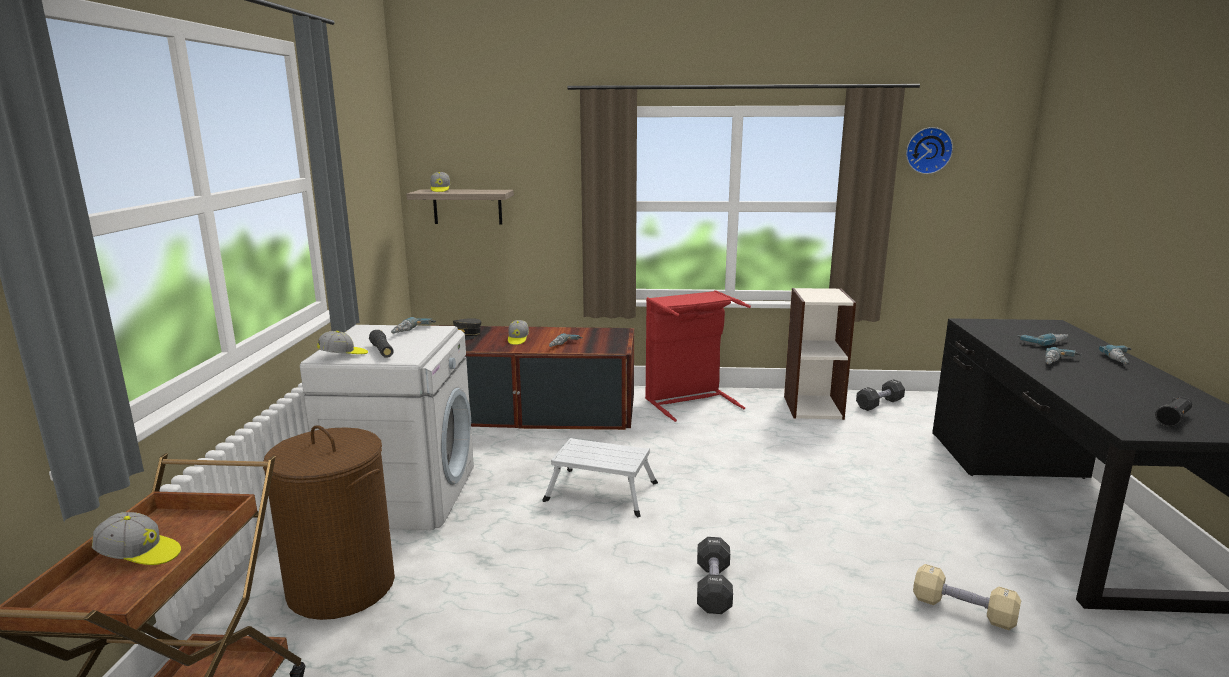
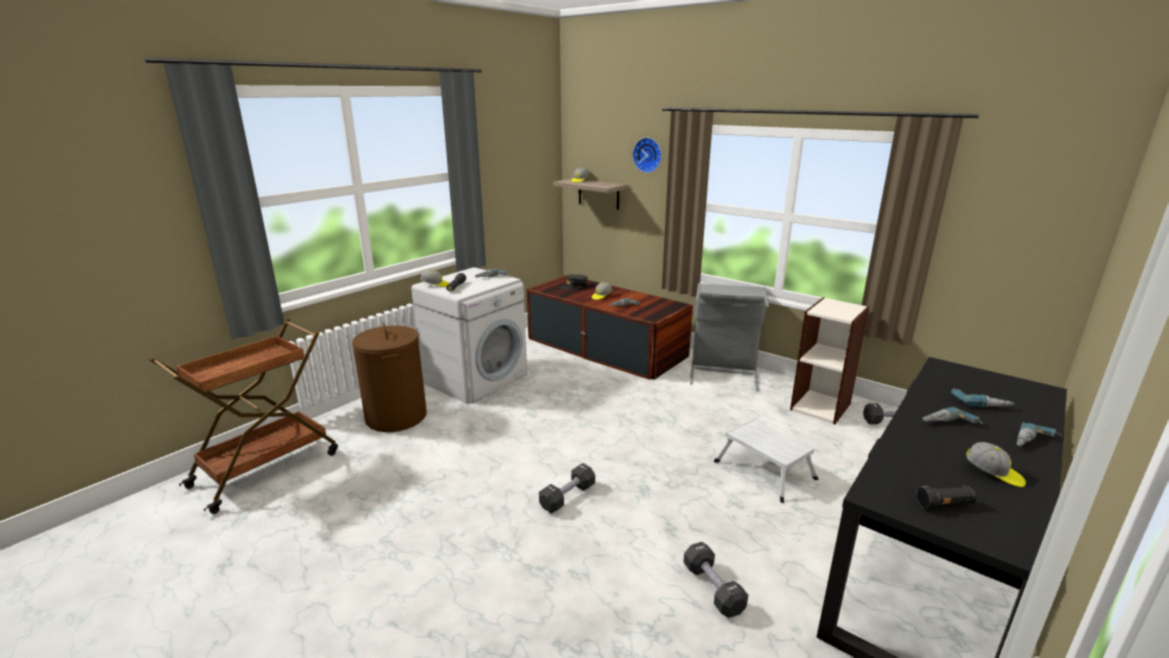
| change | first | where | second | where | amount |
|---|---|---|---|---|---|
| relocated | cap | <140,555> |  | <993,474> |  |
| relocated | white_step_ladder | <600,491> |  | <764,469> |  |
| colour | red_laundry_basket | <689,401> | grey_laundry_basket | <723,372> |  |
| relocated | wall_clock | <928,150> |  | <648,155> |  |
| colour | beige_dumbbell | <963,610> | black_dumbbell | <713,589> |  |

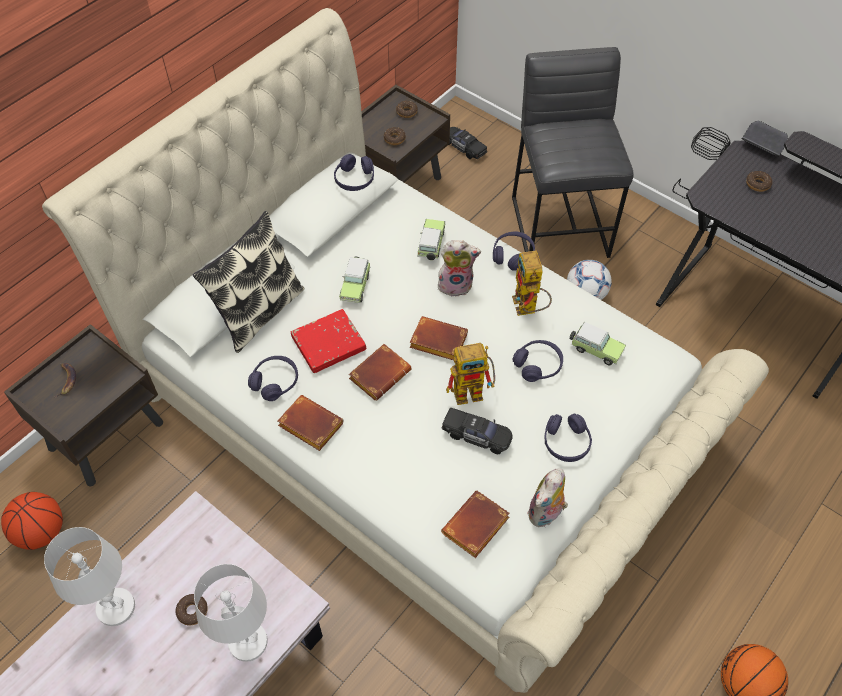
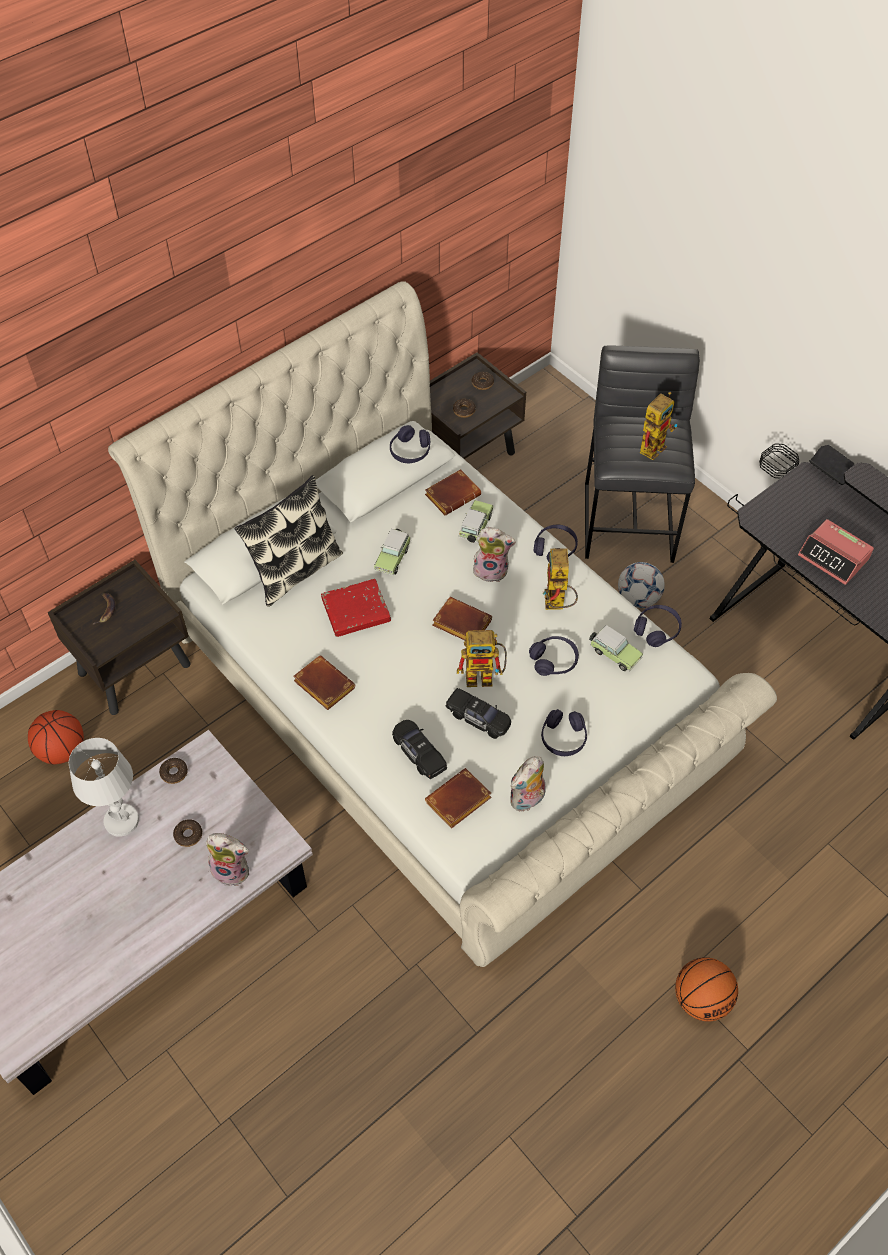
| change | first | where | second | where | amount |
|---|---|---|---|---|---|
| exchanged | white_table_lamp | <247,642> | plush_toy | <232,869> |  |
| relocated | purple_headphones | <275,382> |  | <657,630> |  |
| relocated | brown_book | <380,373> |  | <453,494> |  |
| relocated | black_toy_car | <464,148> |  | <419,753> |  |
| relocated | donut | <757,184> |  | <174,773> |  |
| appeared |  |  | toy_robot | <654,445> |  |
| appeared |  |  | alarm_clock | <834,557> |  |

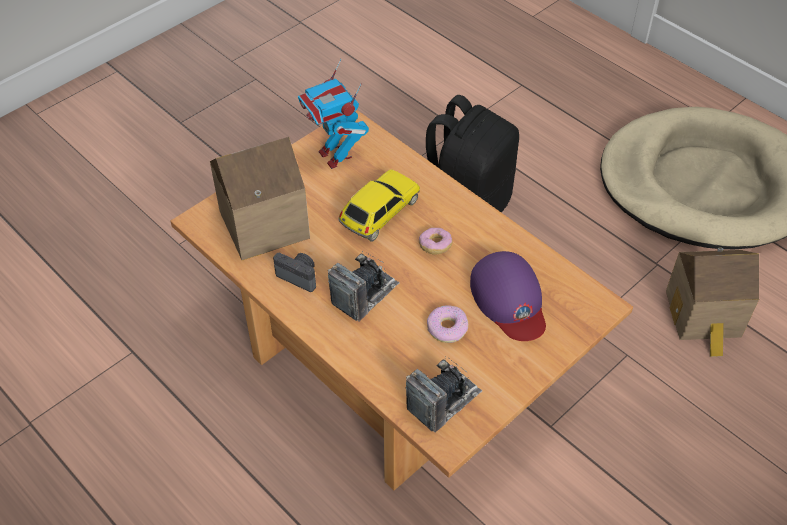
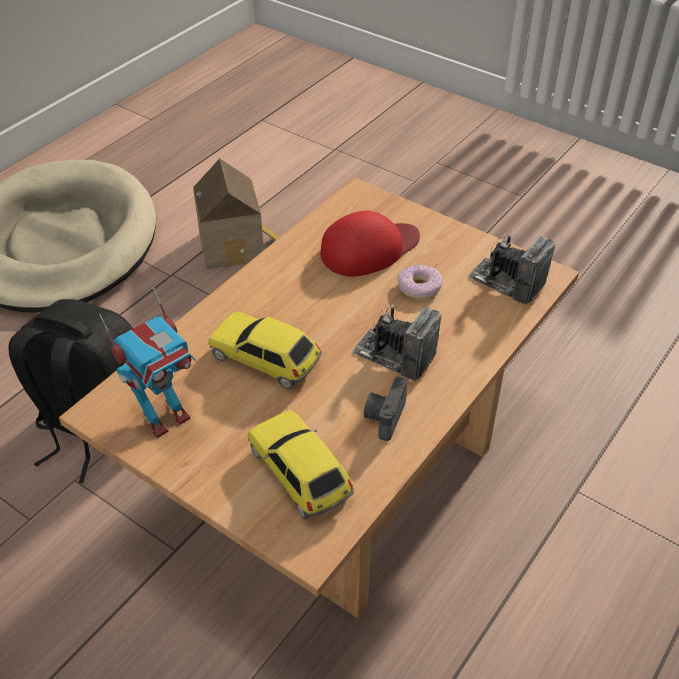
| change | first | where | second | where | amount |
|---|---|---|---|---|---|
| exchanged | toy_house | <261,222> | toy_car | <300,474> |  |
| missing | donut | <435,246> |  |  |  |
| colour | purple_cap | <509,300> | red_cap | <369,249> |  |

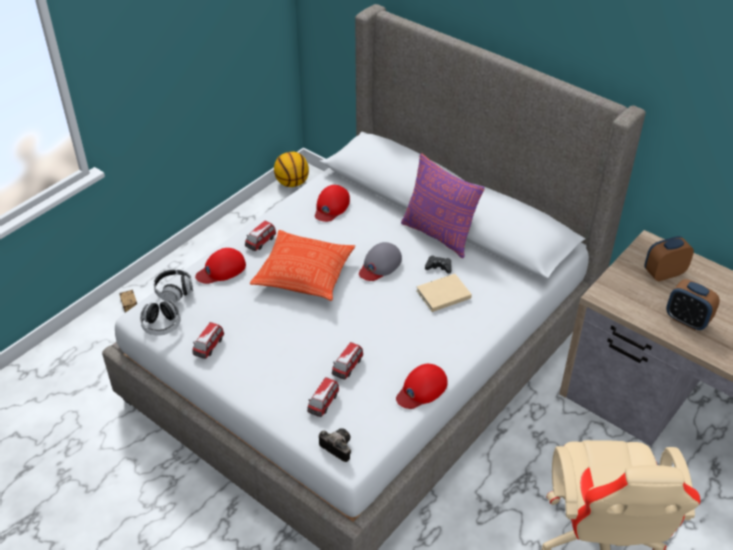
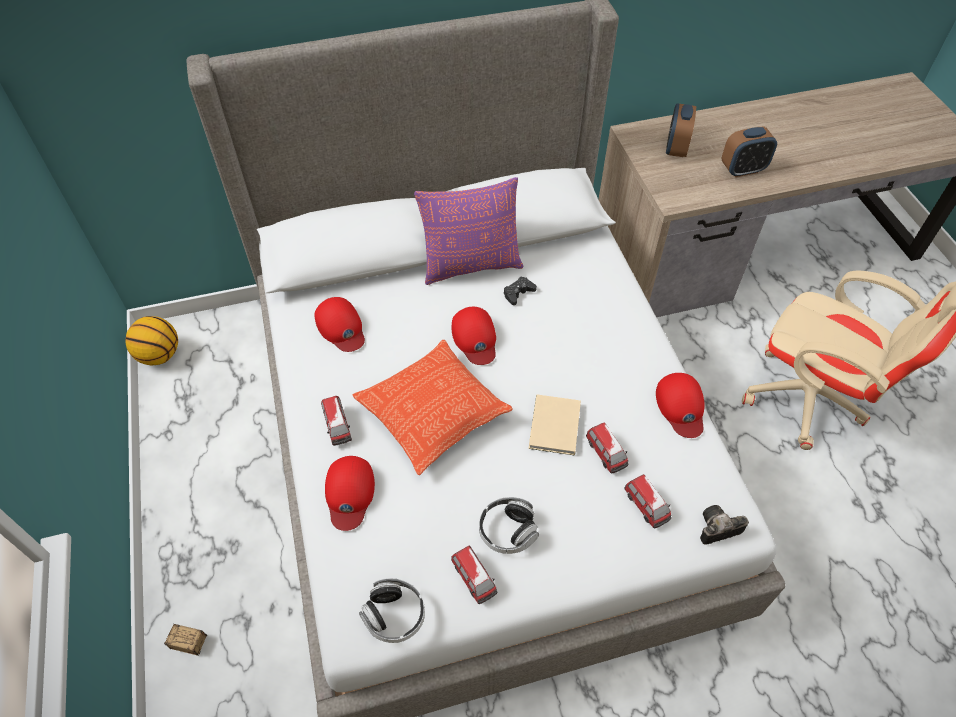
| change | first | where | second | where | amount |
|---|---|---|---|---|---|
| relocated | headphones | <174,291> |  | <507,531> |  |
| colour | grey_cap | <379,265> | red_cap | <475,338> |  |
| relocated | beige_book | <442,294> |  | <553,427> |  |

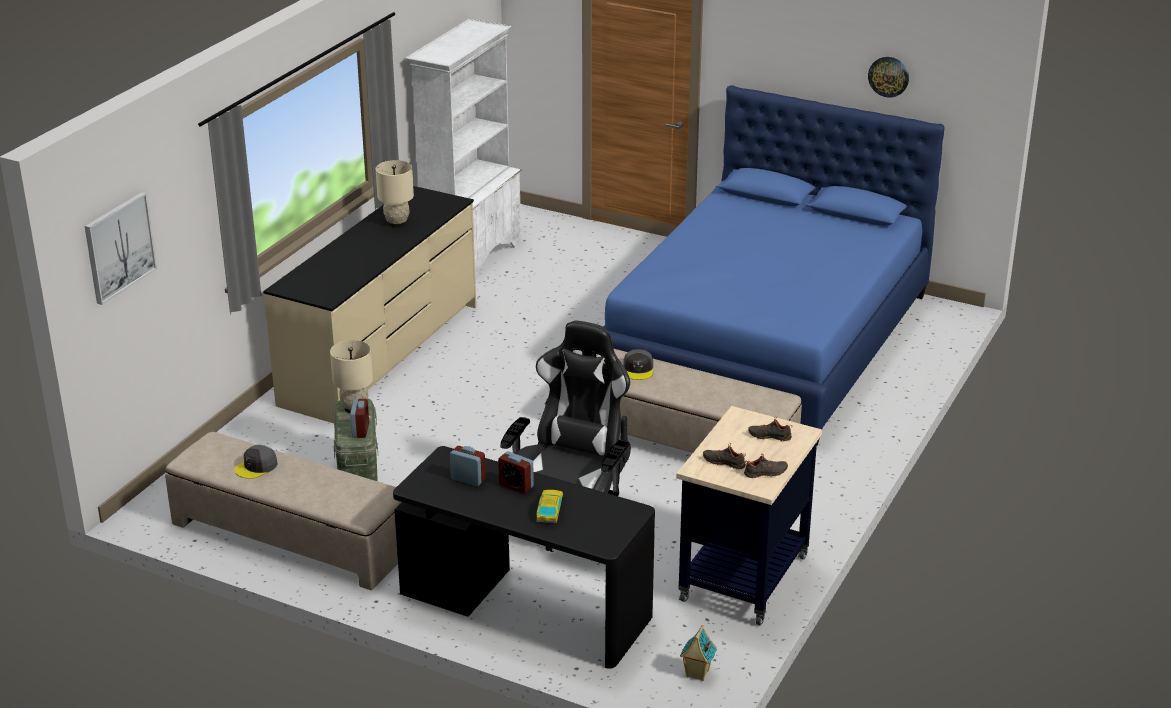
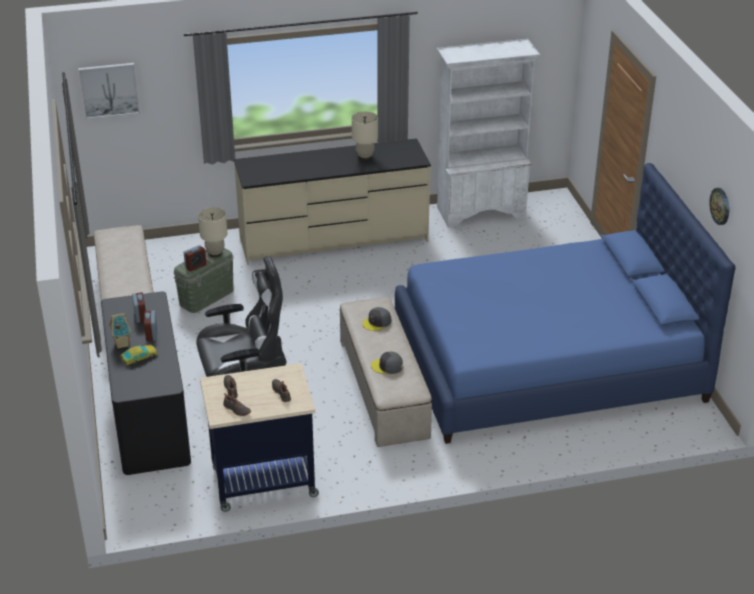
| change | first | where | second | where | amount |
|---|---|---|---|---|---|
| relocated | grey_cap | <256,467> |  | <387,366> |  |
| relocated | toy_house | <696,674> |  | <121,344> |  |

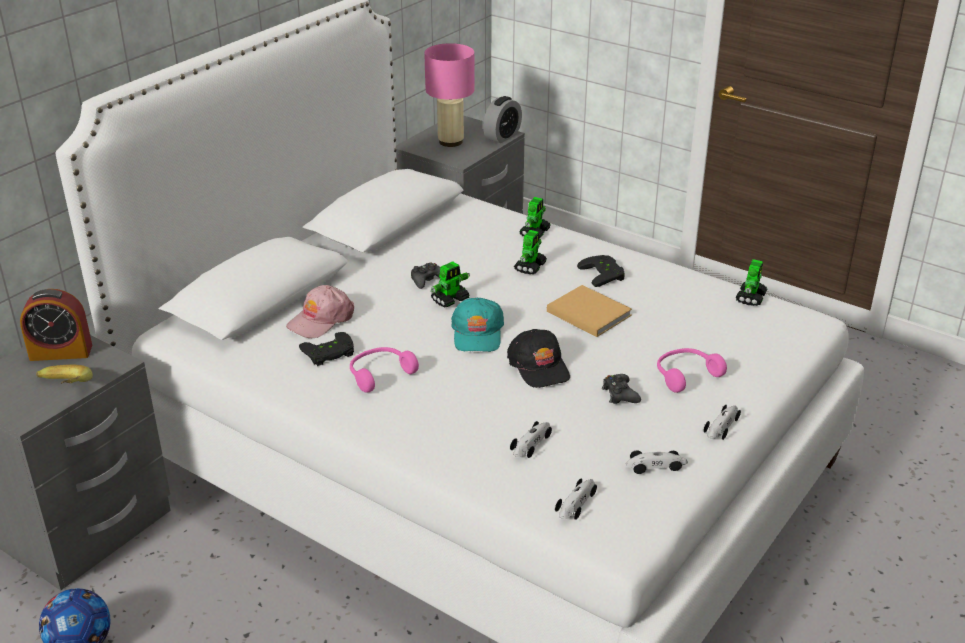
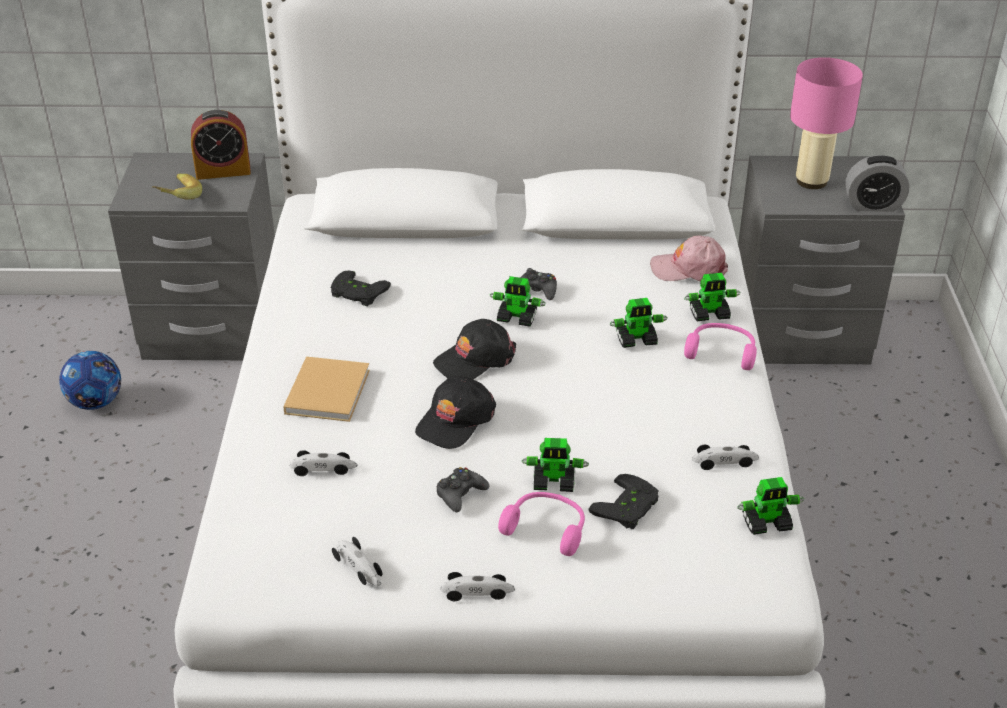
| change | first | where | second | where | amount |
|---|---|---|---|---|---|
| spun | alarm_clock | <61,352> |  | <223,171> | 60 degrees counterclockwise |
| relocated | pink_cap | <321,320> |  | <689,269> |  |
| relocated | pink_headphones | <379,374> |  | <721,352> |  |
| colour | turquoise_cap | <477,333> | black_cap | <475,359> |  |
| relocated | beige_book | <587,312> |  | <328,390> |  |
| relocated | toy_car | <577,502> |  | <725,461> |  |
| relocated | black_game_controller | <604,274> |  | <629,508> |  |
| appeared |  |  | toy_robot | <554,482> |  |

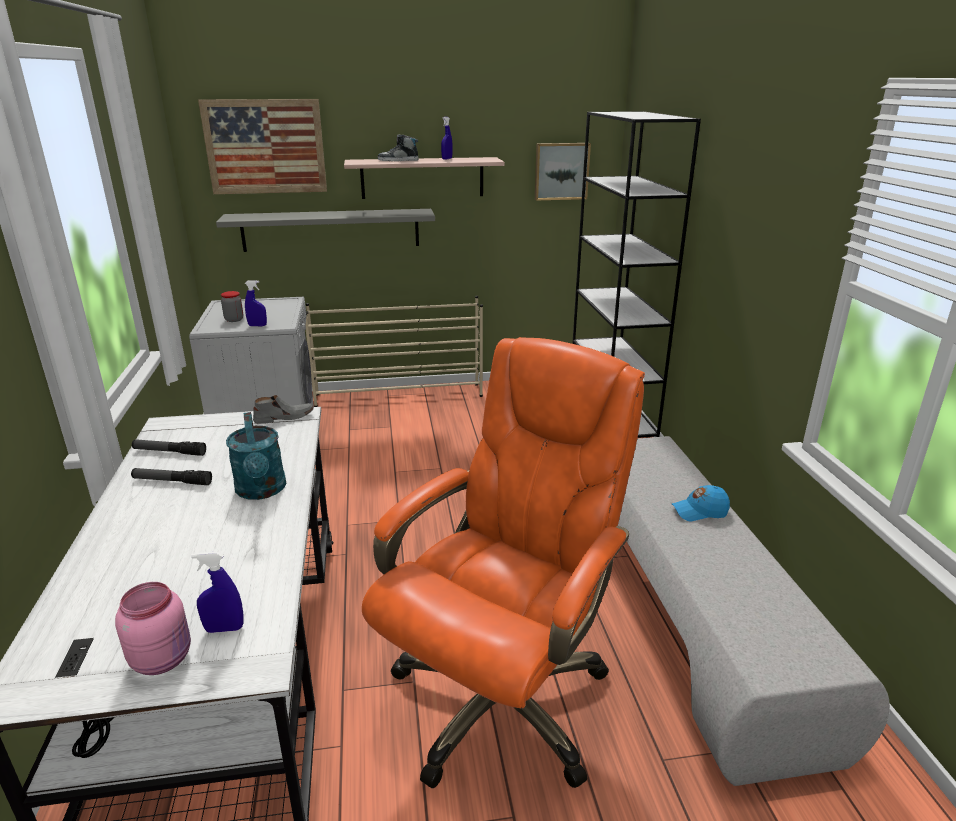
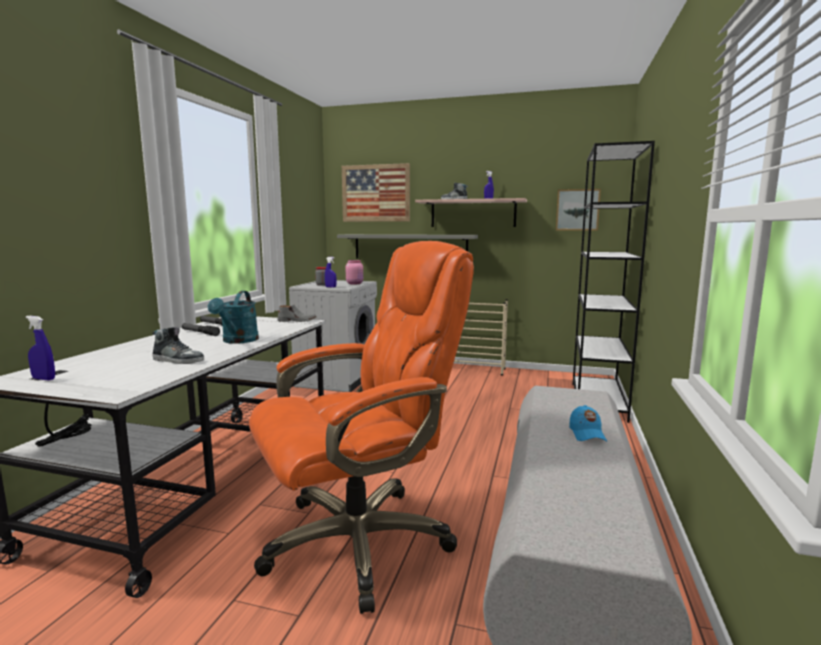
| change | first | where | second | where | amount |
|---|---|---|---|---|---|
| relocated | pink_jar | <163,658> |  | <355,283> |  |
| relocated | blue_spray_bottle | <224,629> |  | <43,379> |  |
| spun | blue_cap | <699,511> |  | <587,434> | 105 degrees counterclockwise |
| appeared |  |  | shoe | <178,360> |  |

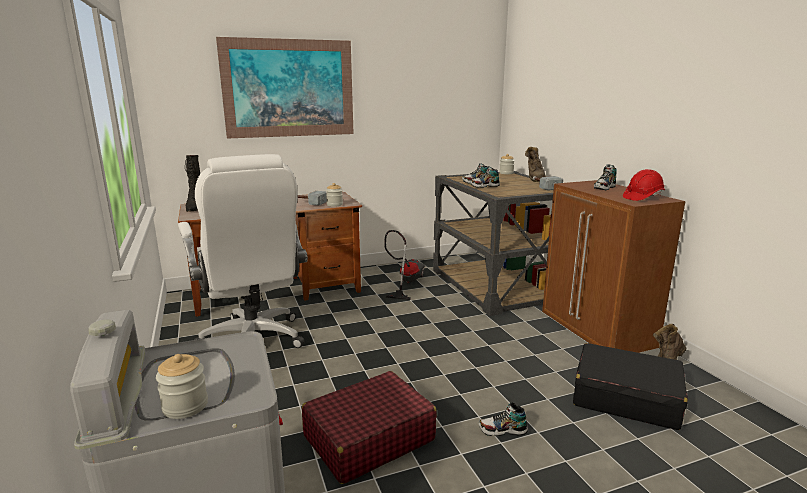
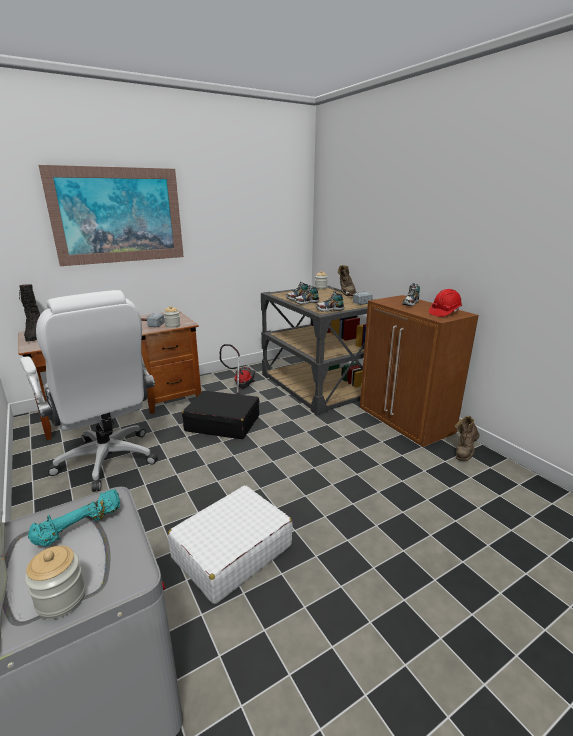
| change | first | where | second | where | amount |
|---|---|---|---|---|---|
| colour | red_suitcase | <368,438> | white_suitcase | <231,551> |  |
| relocated | shoe | <502,430> |  | <329,310> |  |
| relocated | black_suitcase | <625,397> |  | <222,423> |  |
| appeared |  |  | turquoise_dumbbell | <80,527> |  |

